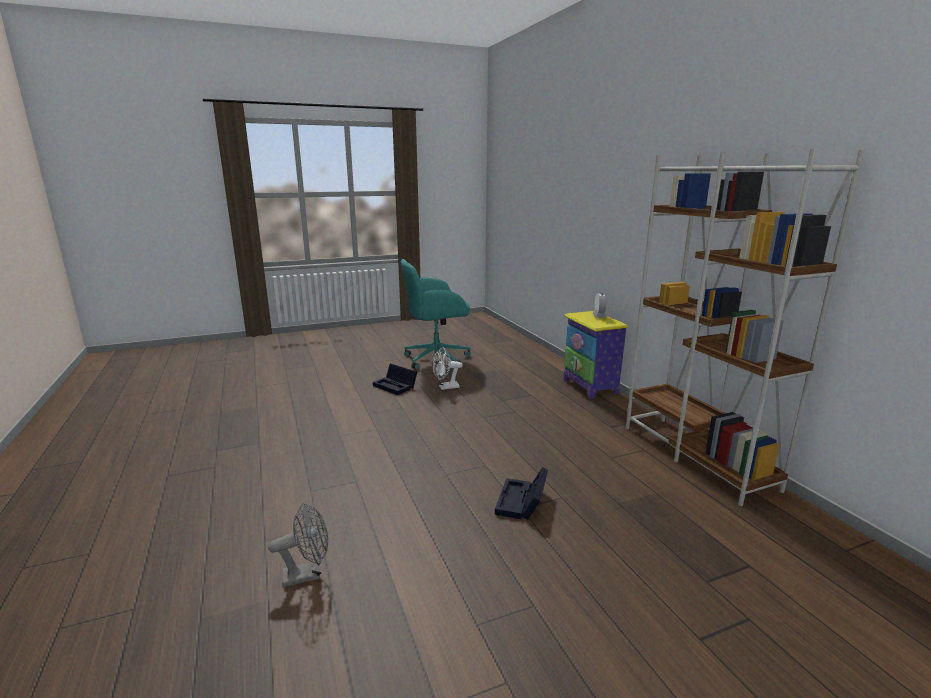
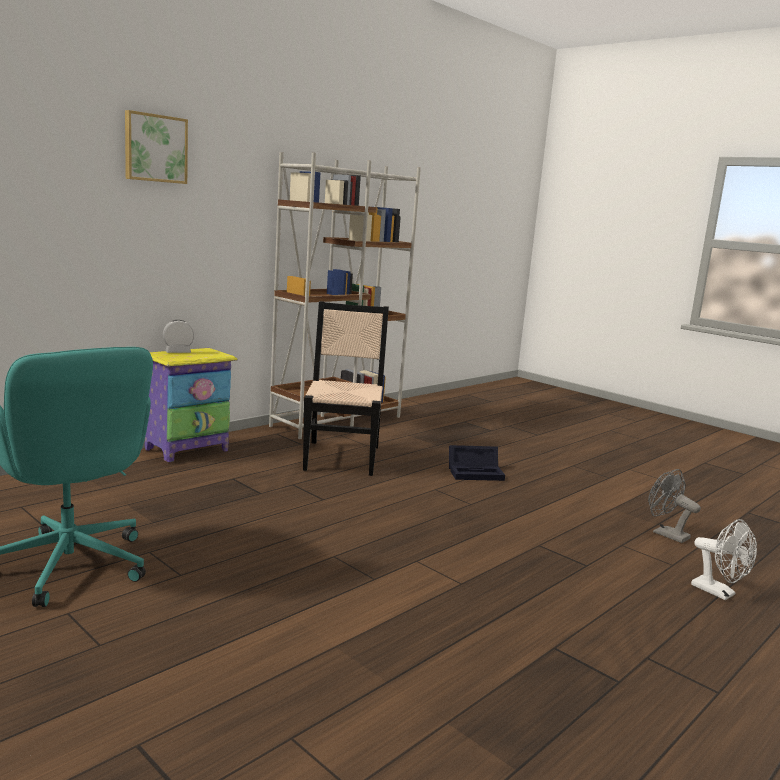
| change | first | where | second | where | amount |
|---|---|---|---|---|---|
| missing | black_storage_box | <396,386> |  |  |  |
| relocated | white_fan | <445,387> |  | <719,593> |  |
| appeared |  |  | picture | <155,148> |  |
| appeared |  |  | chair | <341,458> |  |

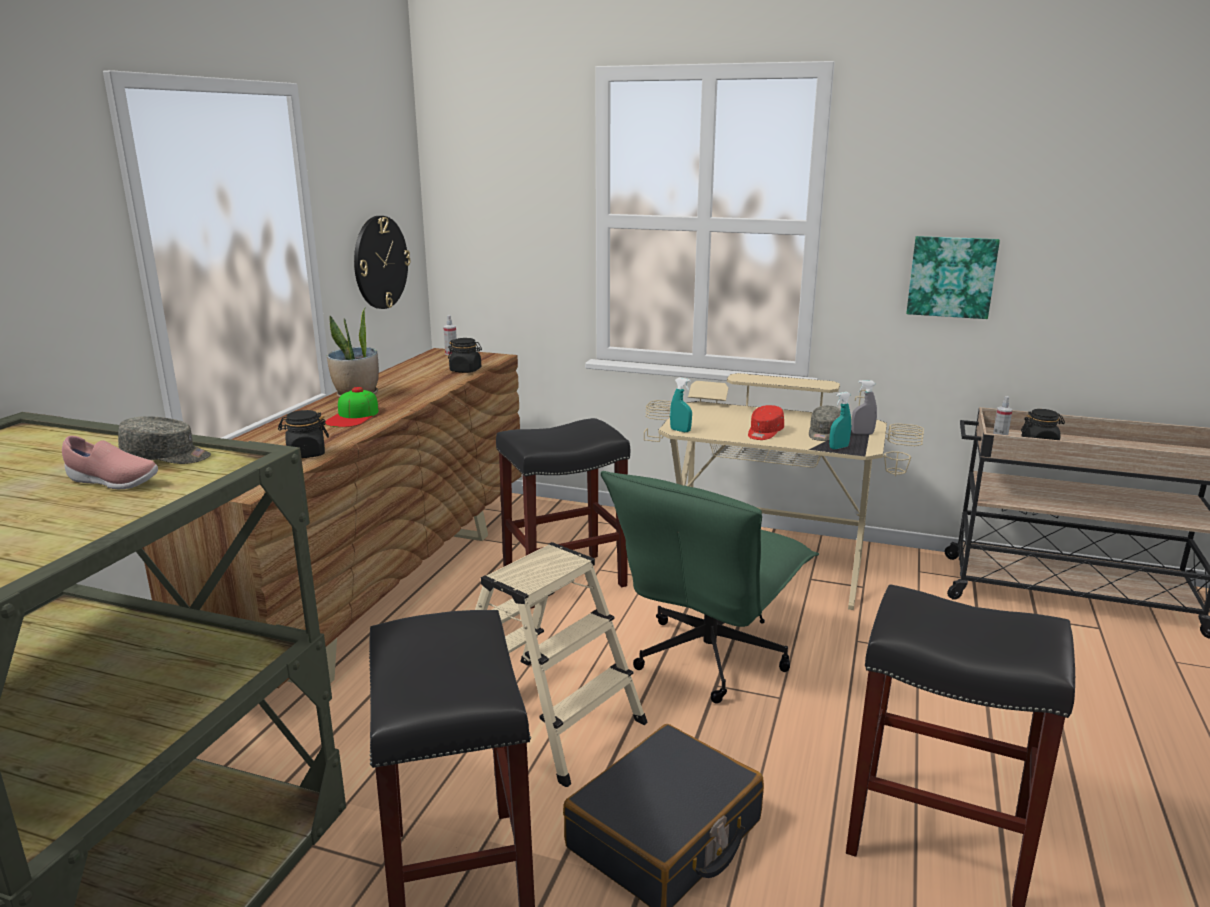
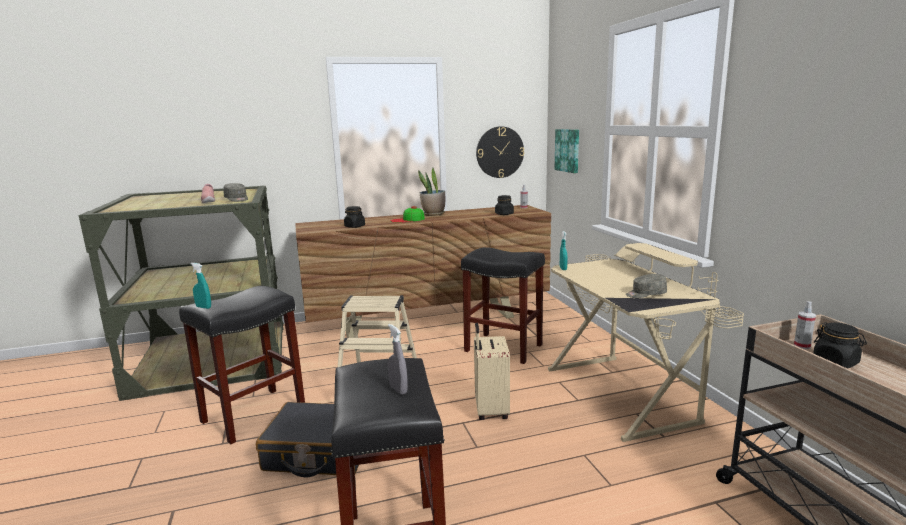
| change | first | where | second | where | amount |
|---|---|---|---|---|---|
| exchanged | green_office_chair | <710,655> | beige_suitcase | <490,411> |  |
| missing | red_cap | <764,433> |  |  |  |
| relocated | turquoise_spray_bottle | <838,447> |  | <203,307> |  |
| relocated | grey_spray_bottle | <862,433> |  | <398,389> |  |
| relocated | picture | <951,276> |  | <568,150> |  |

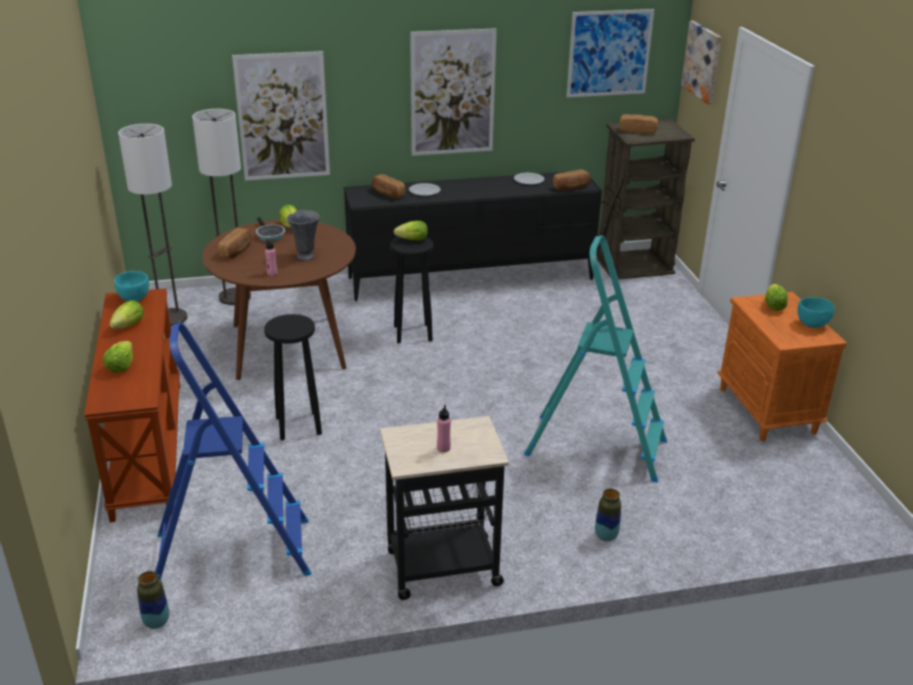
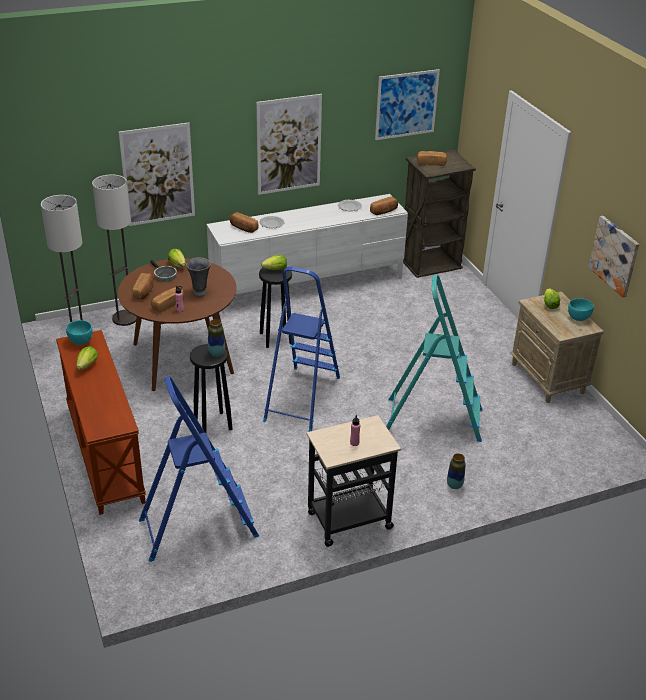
| change | first | where | second | where | amount |
|---|---|---|---|---|---|
| missing | lettuce | <121,366> |  |  |  |
| relocated | vase | <156,622> |  | <217,353> |  |
| colour | black_cabinet | <471,278> | white_cabinet | <308,285> |  |
| relocated | picture | <702,61> |  | <615,255> |  |
| colour | orange_nightstand | <767,411> | beige_nightstand | <548,379> |  |
| appeared |  |  | bread | <167,304> |  |
| appeared |  |  | blue_step_ladder | <303,398> |  |

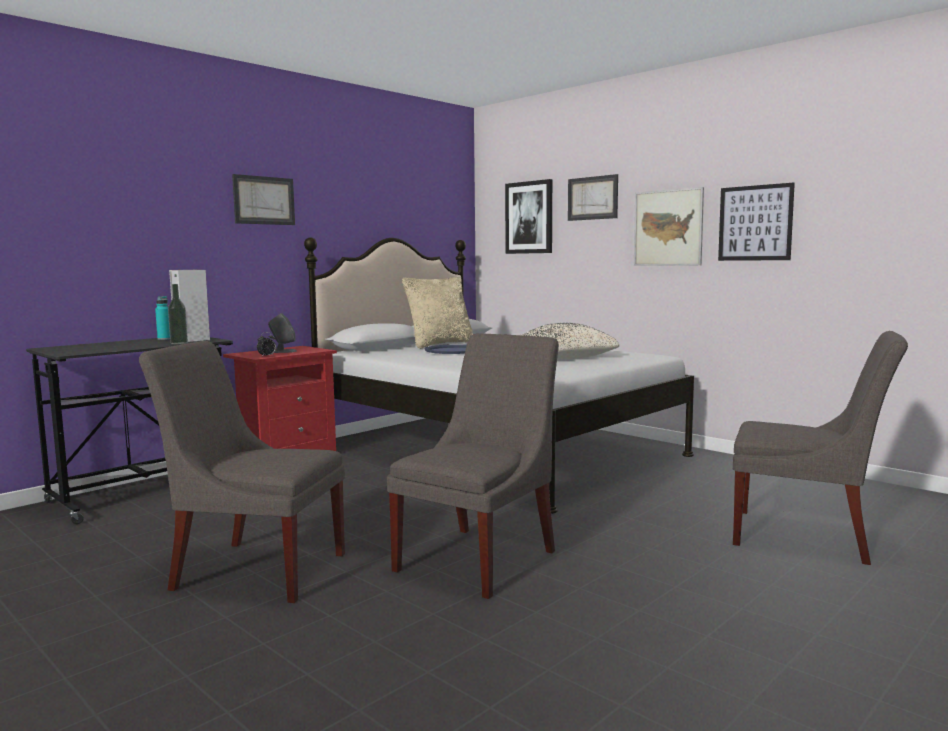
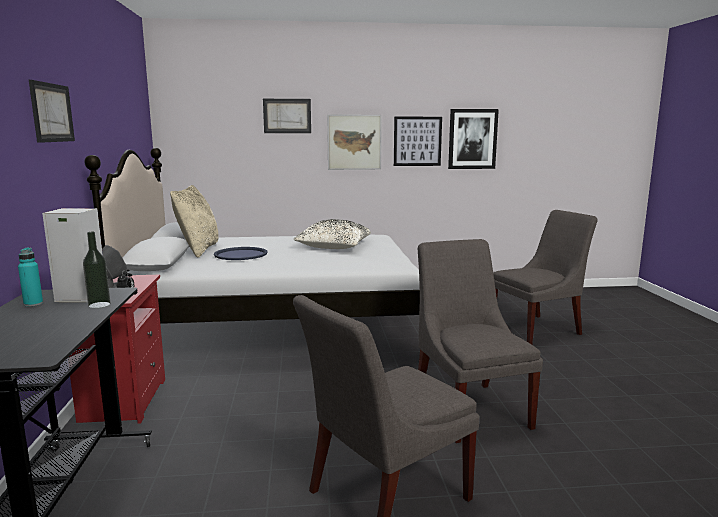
| change | first | where | second | where | amount |
|---|---|---|---|---|---|
| relocated | picture | <529,217> |  | <472,139> |  |

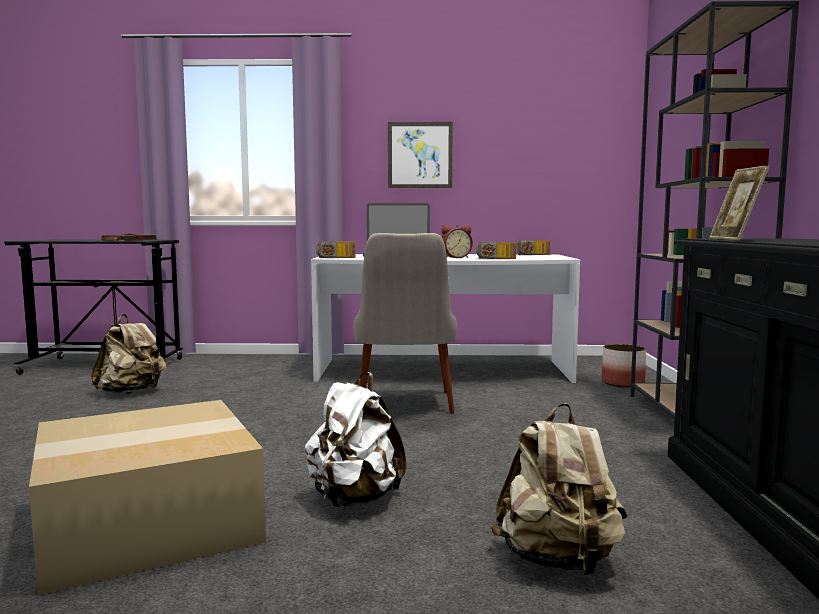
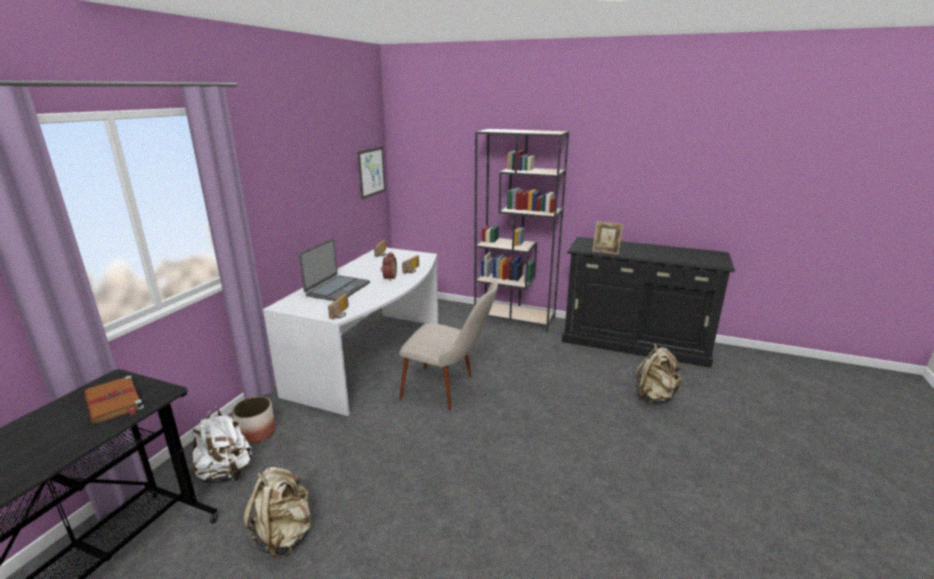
| change | first | where | second | where | amount |
|---|---|---|---|---|---|
| missing | cardboard_box | <146,525> |  |  |  |
| relocated | white_backpack | <354,499> |  | <226,473> |  |
| relocated | picture | <420,155> |  | <371,172> |  |
| relocated | planter | <623,383> |  | <257,433> |  |

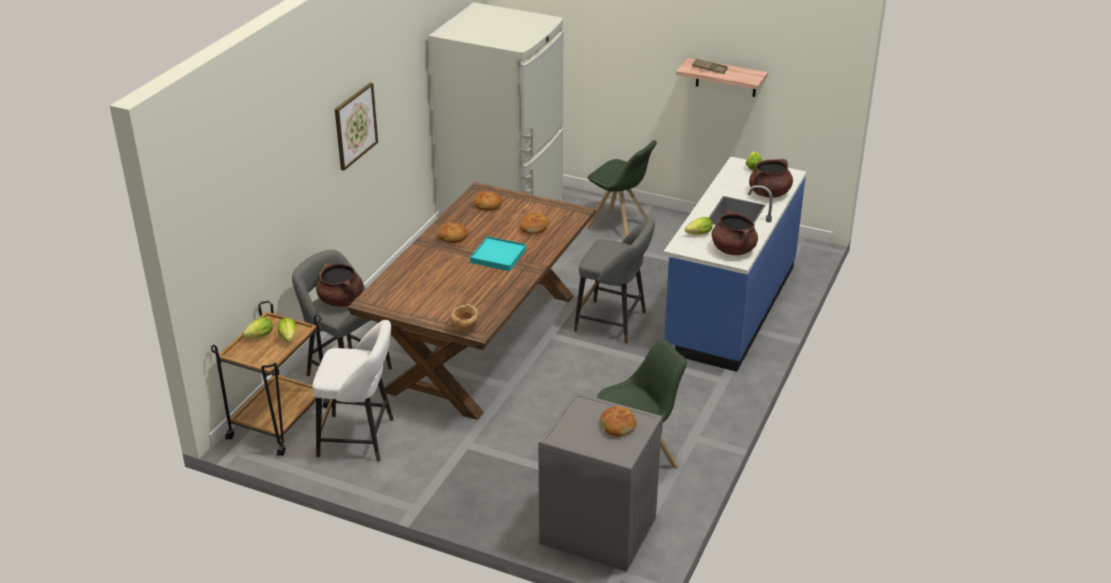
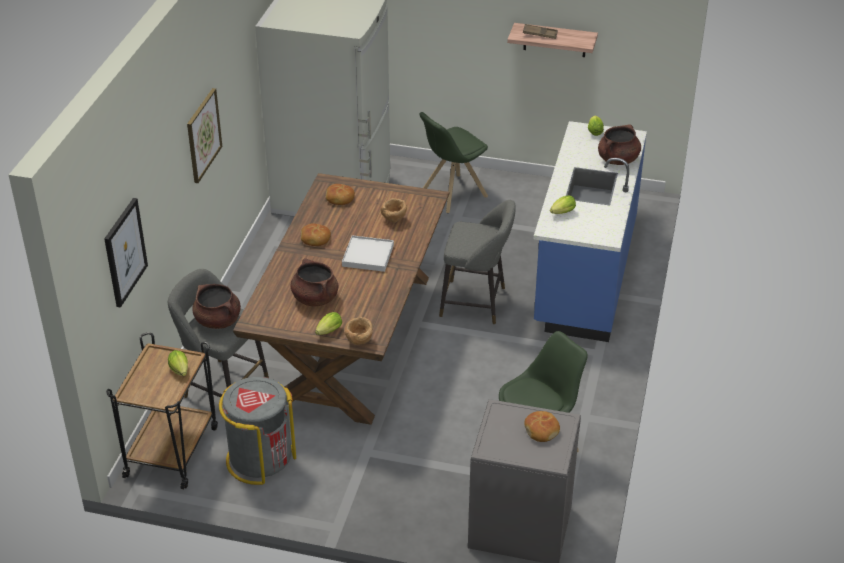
| change | first | where | second | where | amount |
|---|---|---|---|---|---|
| relocated | lettuce | <258,337> |  | <328,332> |  |
| exchanged | white_stool | <361,438> | grey_trash_can | <260,459> |  |
| colour | turquoise_tray | <498,256> | white_tray | <368,255> |  |
| exchanged | bread | <534,228> | brown_bowl | <394,219> |  |
| spun | green_chair | <619,225> |  | <453,194> | 120 degrees clockwise |
| relocated | brown_cooking_pot | <733,249> |  | <315,298> |  |
| appeared |  |  | picture | <124,252> |  |

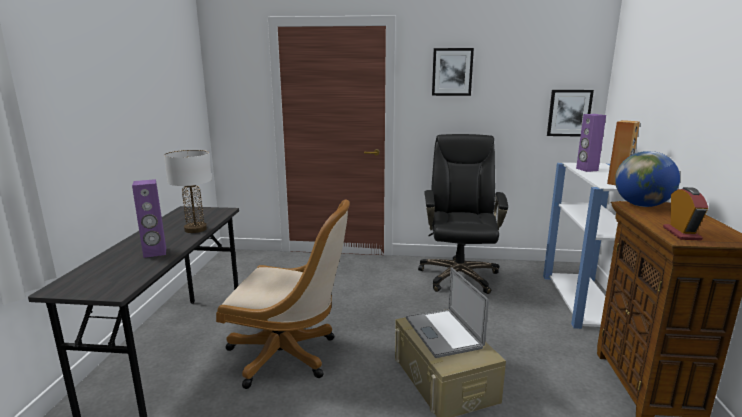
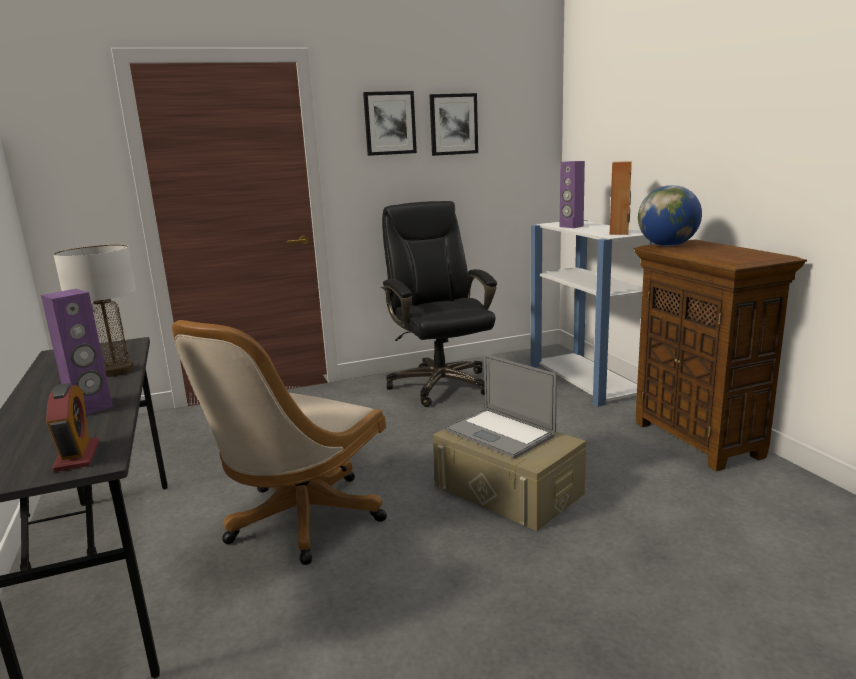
| change | first | where | second | where | amount |
|---|---|---|---|---|---|
| spun | office_chair | <289,355> |  | <298,523> | 135 degrees clockwise |
| relocated | picture | <569,113> |  | <453,124> |  |
| relocated | alarm_clock | <681,233> |  | <77,456> |  |

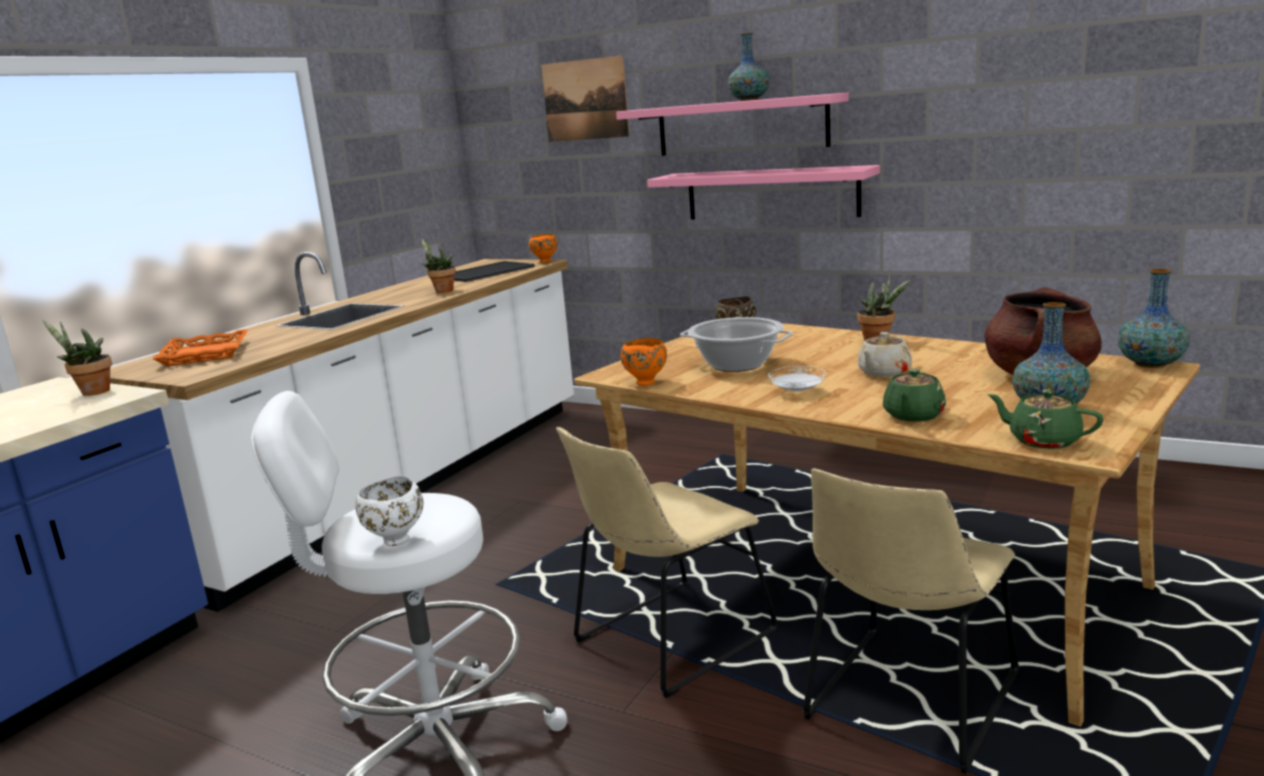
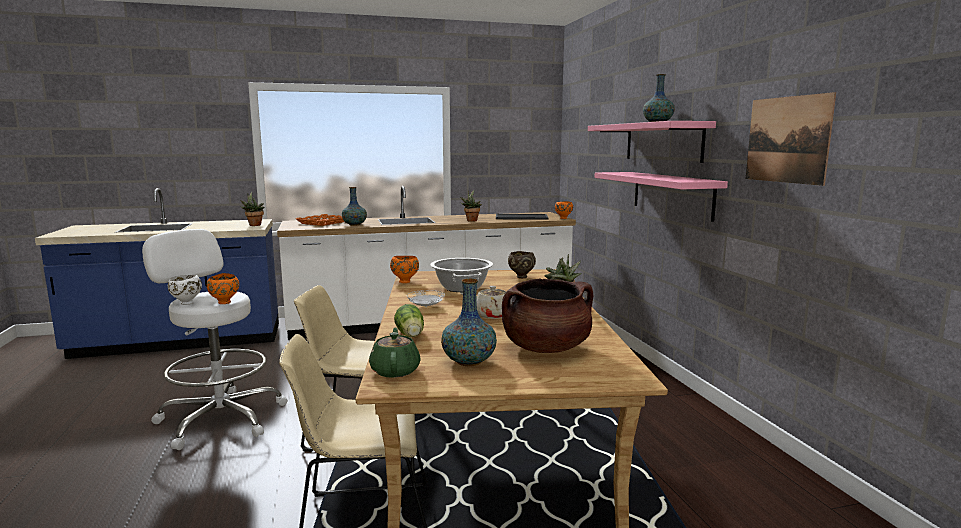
| change | first | where | second | where | amount |
|---|---|---|---|---|---|
| relocated | picture | <585,100> |  | <787,139> |  |
| exchanged | green_teapot | <913,416> | lettuce | <410,335> |  |
| relocated | vase | <1150,364> |  | <354,224> |  |
| appeared |  |  | orange_bowl | <224,303> |  |

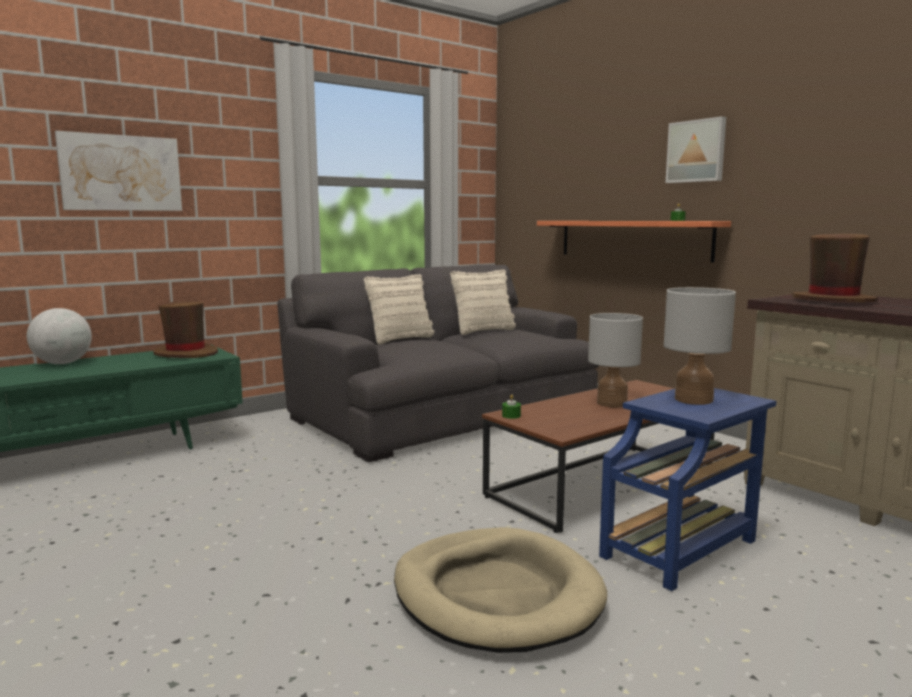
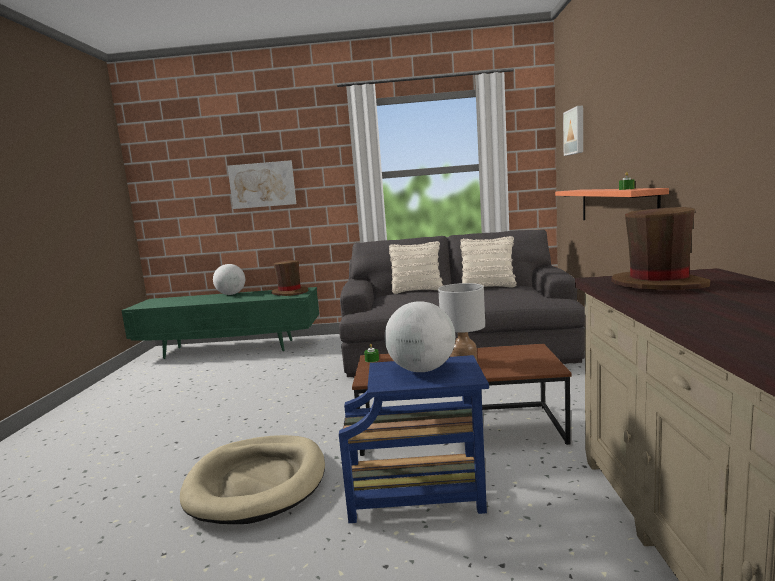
| change | first | where | second | where | amount |
|---|---|---|---|---|---|
| exchanged | grey_table_lamp | <693,400> | globe | <421,370> |  |
| relocated | picture | <696,151> |  | <575,131> |  |

